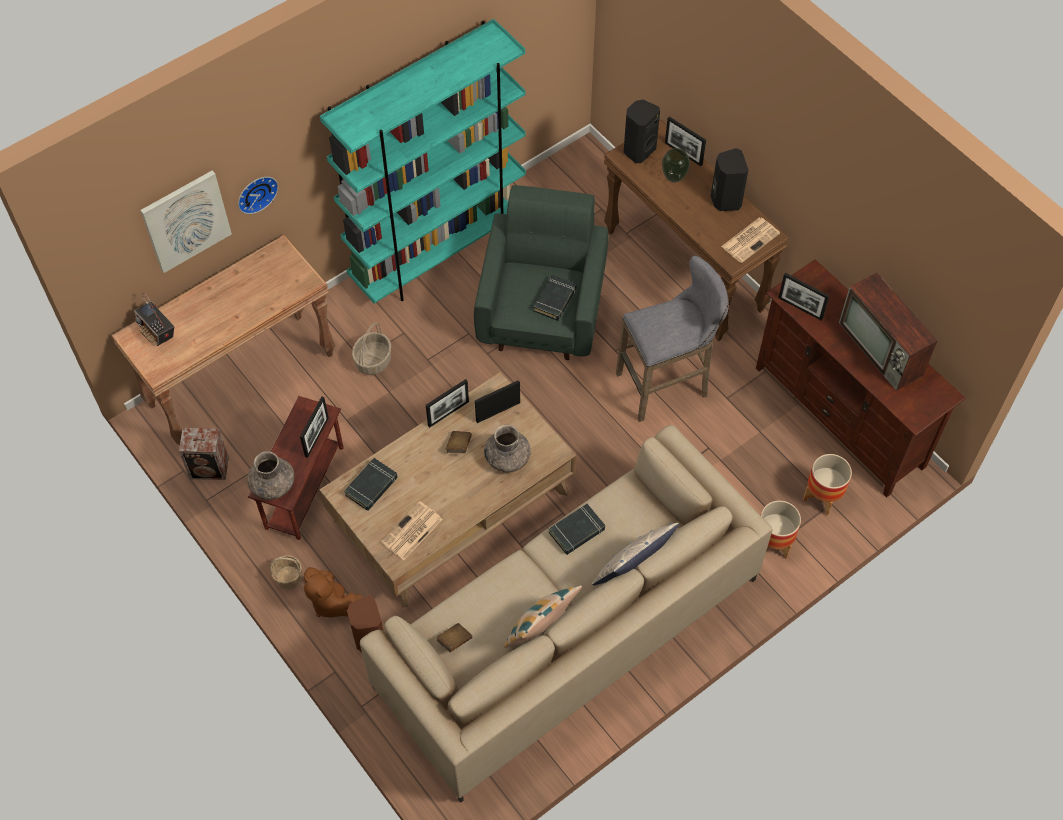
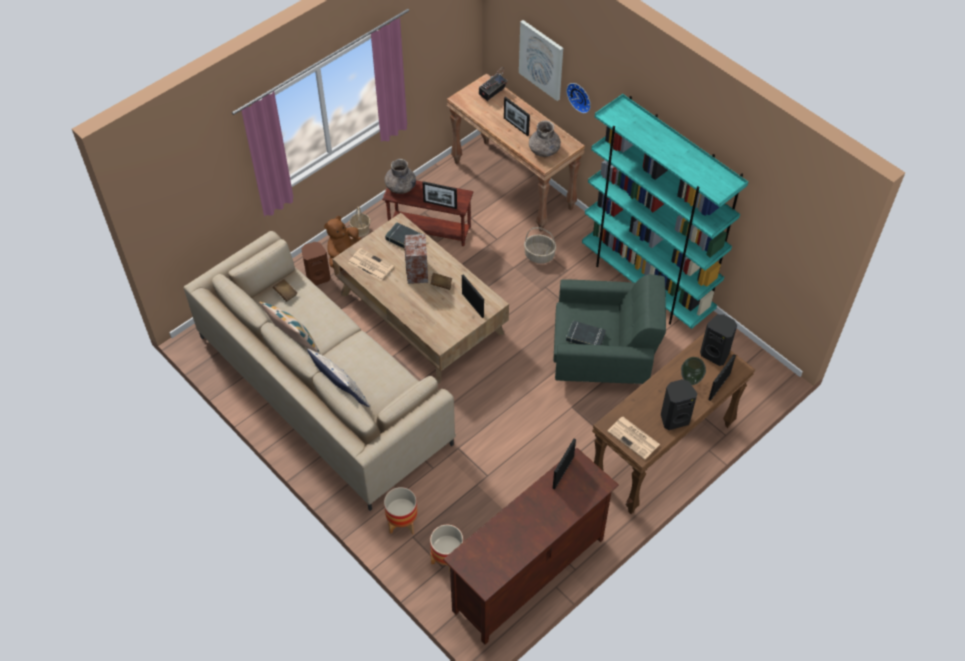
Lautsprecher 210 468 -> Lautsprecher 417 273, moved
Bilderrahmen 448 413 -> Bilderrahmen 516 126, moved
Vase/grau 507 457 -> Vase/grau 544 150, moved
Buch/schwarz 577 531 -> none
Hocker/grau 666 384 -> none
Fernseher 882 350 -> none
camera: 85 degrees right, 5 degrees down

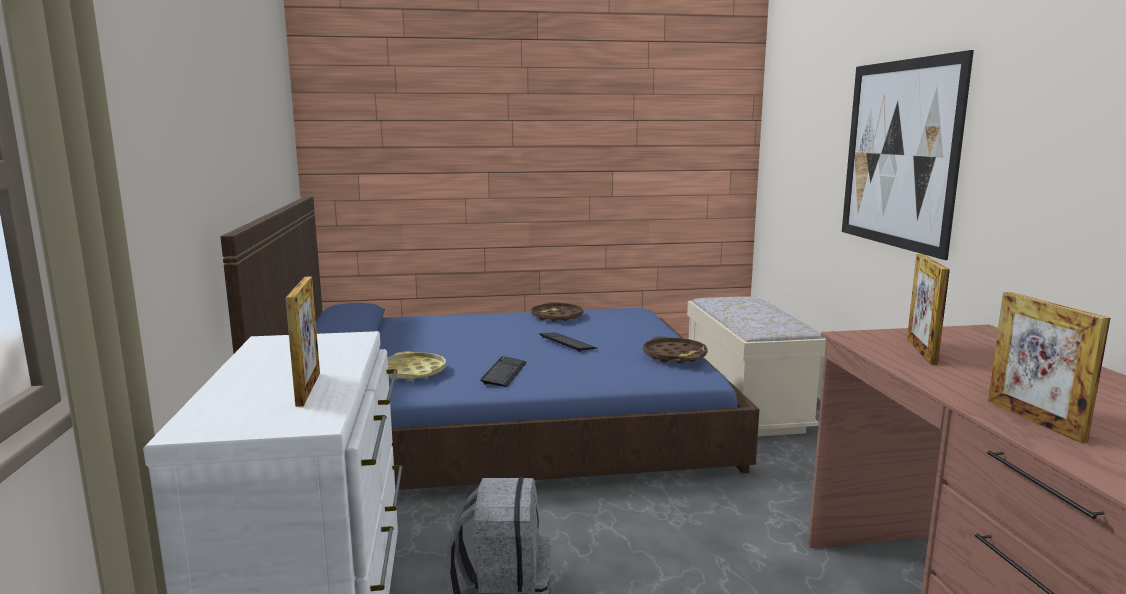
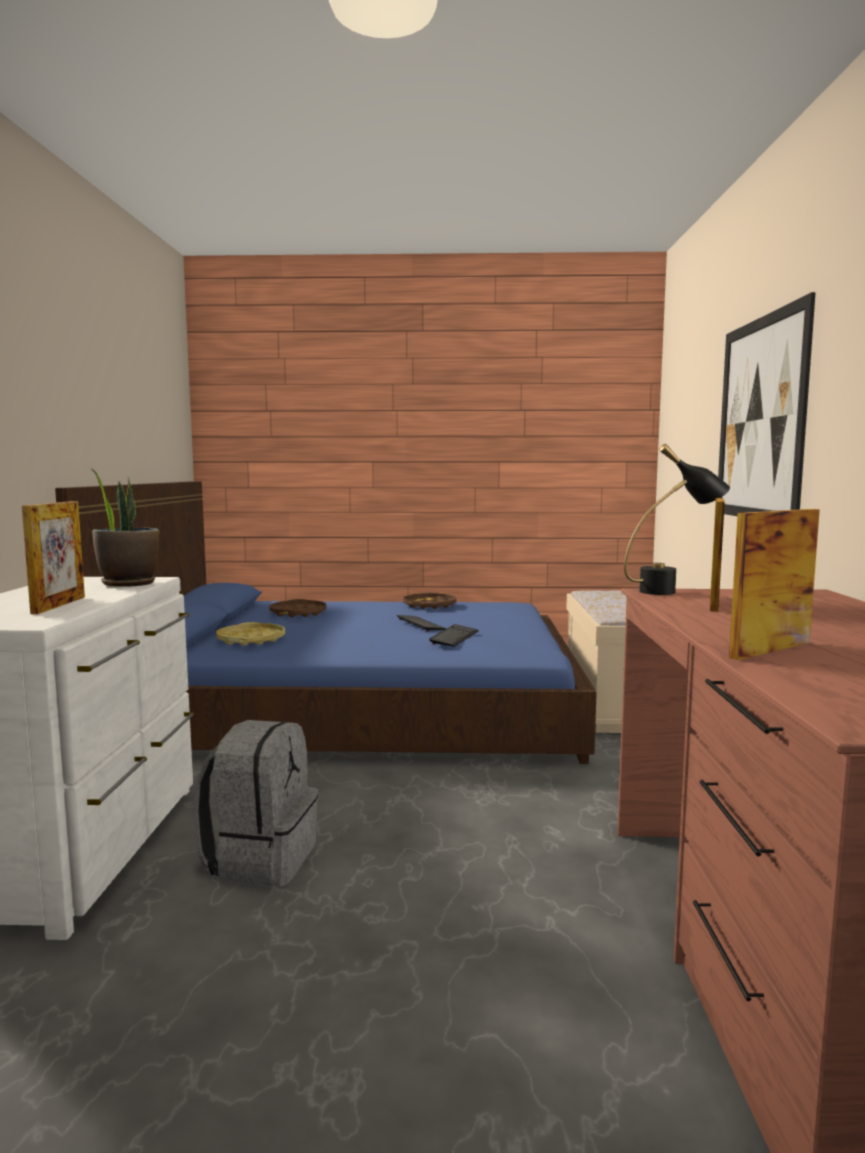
Tastatur 504 373 -> Tastatur 454 637, moved
Tablett/braun 674 356 -> Tablett/braun 298 613, moved
Bilderrahmen 1034 420 -> Bilderrahmen 770 650, 60 degrees clockwise
none -> Topfpflanze 128 584
none -> Tischlampe/schwarz 672 591
camera: 10 degrees right, 5 degrees down

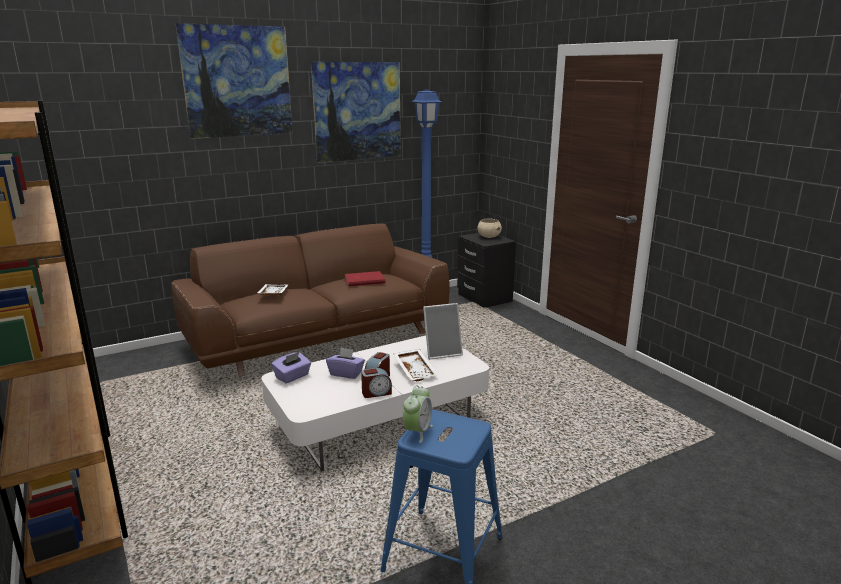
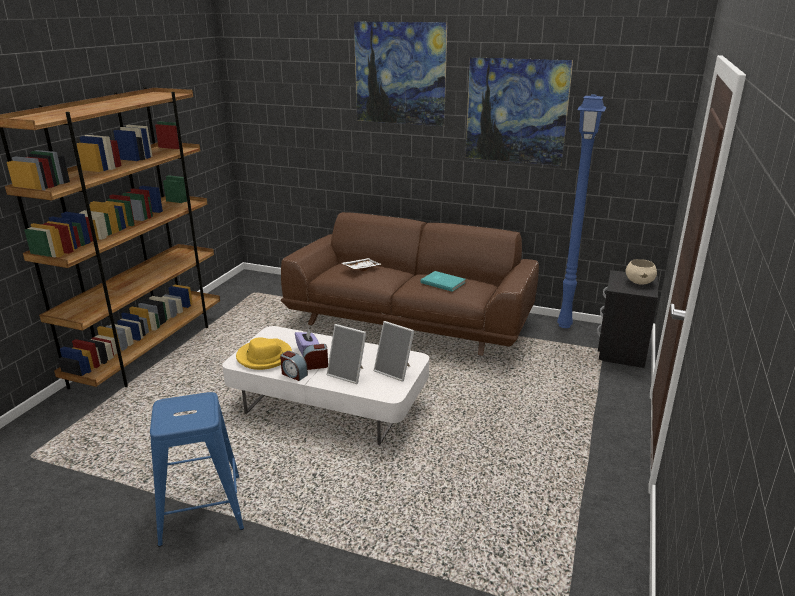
Taschentuchbox/lila 292 376 -> none
Buch/rot 363 280 -> Buch/türkis 443 282
Tablett/weiß 416 370 -> Bilderrahmen 348 374
Wecker 417 432 -> none
none -> Hut/gelb 264 356
camera: 50 degrees right, 5 degrees up

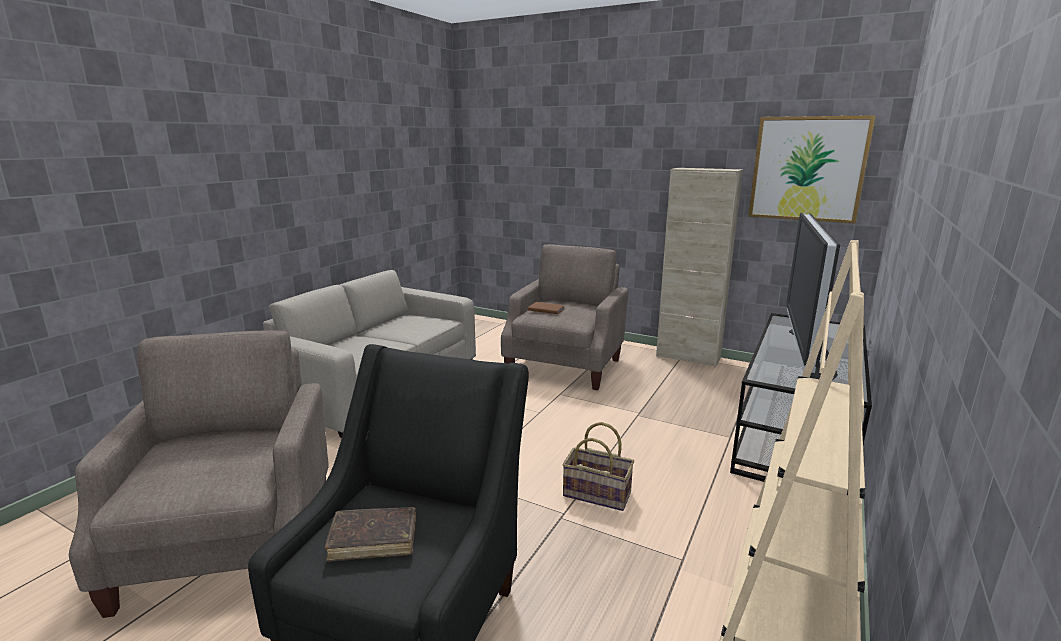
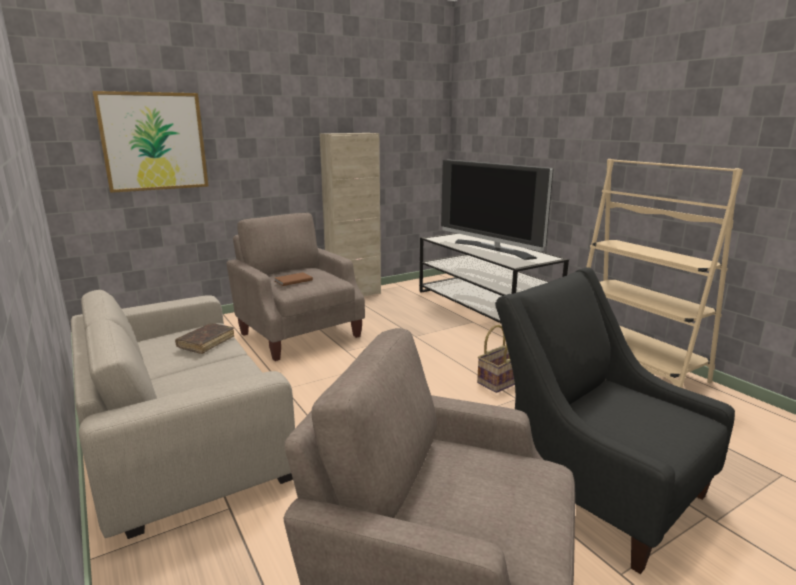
Buch/braun 373 540 -> Buch/braun 206 343, moved
Bild 807 169 -> Bild 154 141, moved
camera: 60 degrees left, 0 degrees up

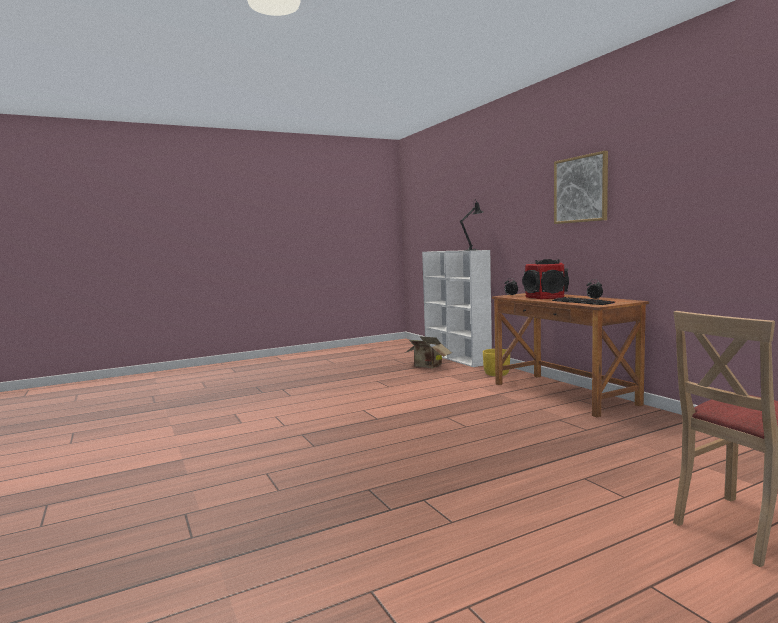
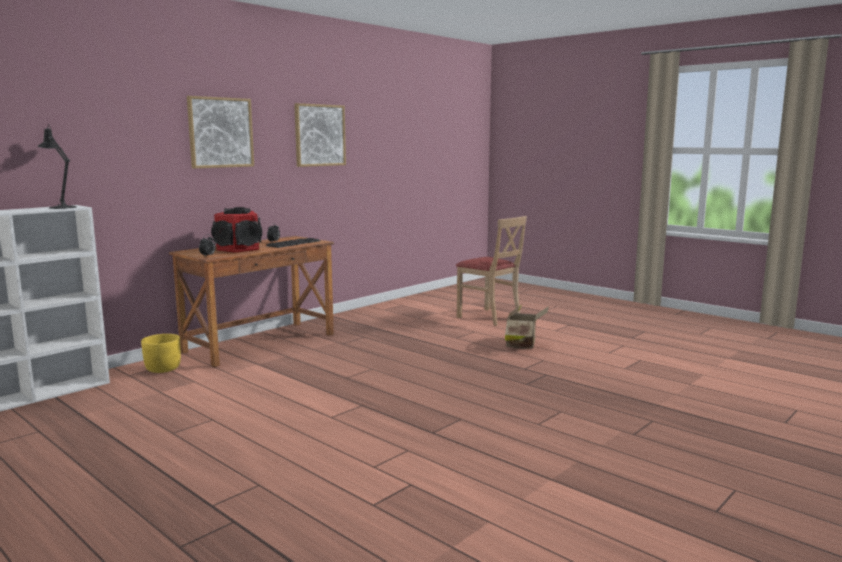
Karton 427 366 -> Karton 523 344, moved
none -> Bild 319 135
camera: 110 degrees left, 5 degrees up

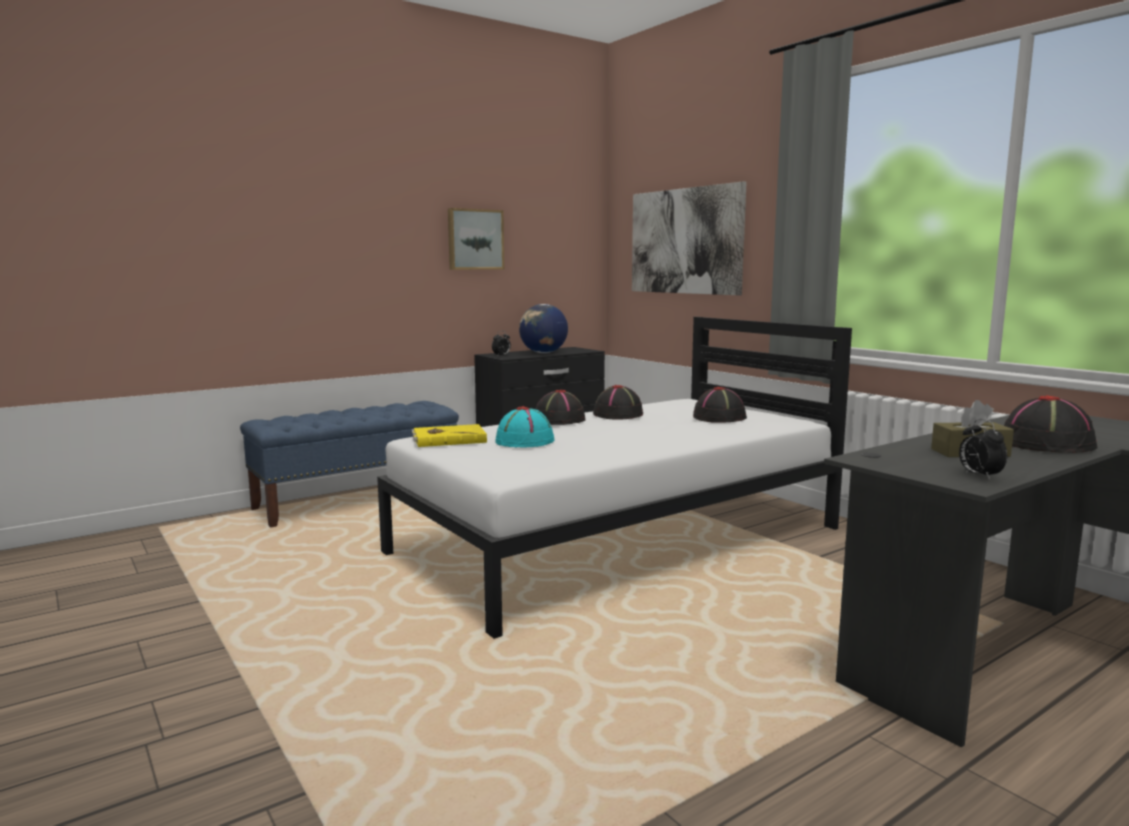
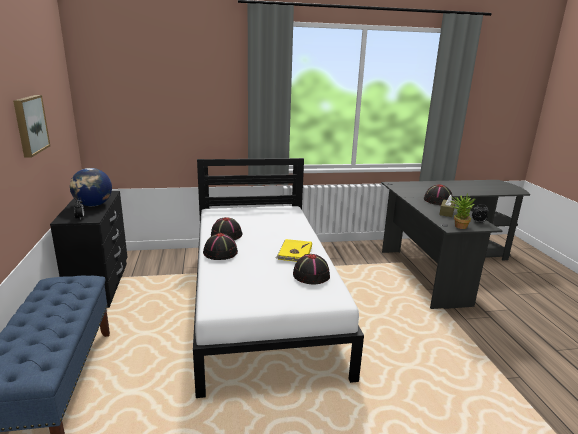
Buch/gelb 448 439 -> Buch/gelb 294 252, moved
Hut/türkis 525 441 -> none
Bild 685 241 -> none
Hut/schwarz 719 417 -> Hut/schwarz 311 275, moved
none -> Topfpflanze 458 226
camera: 65 degrees left, 10 degrees up

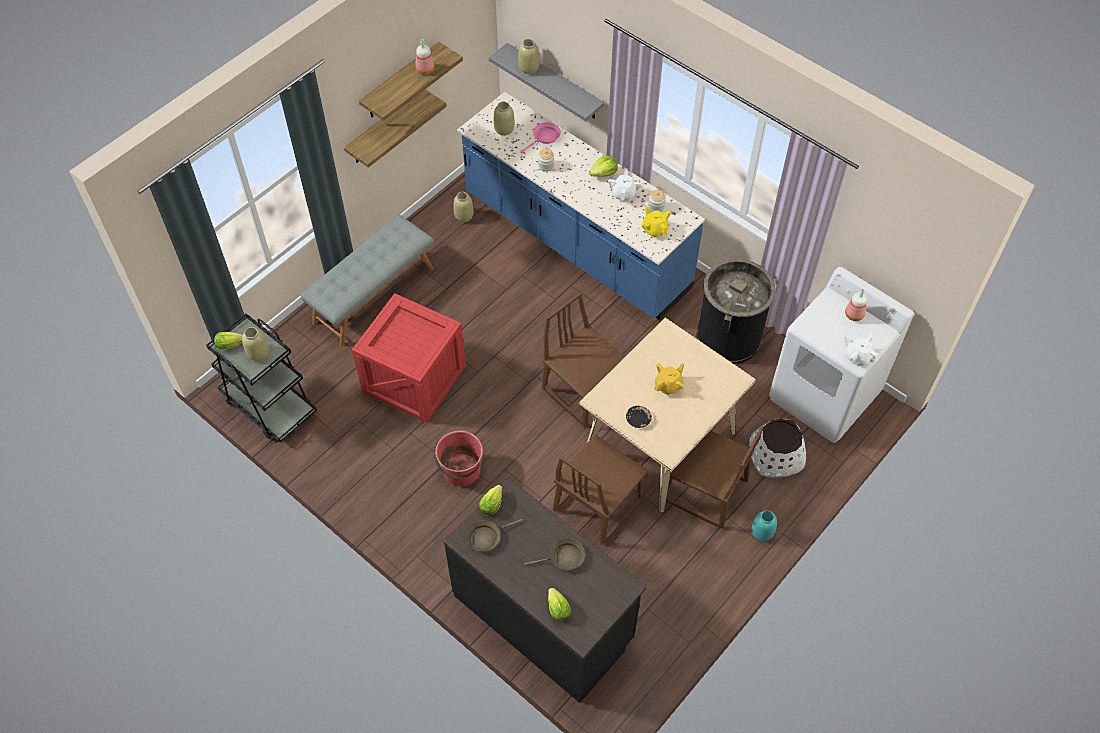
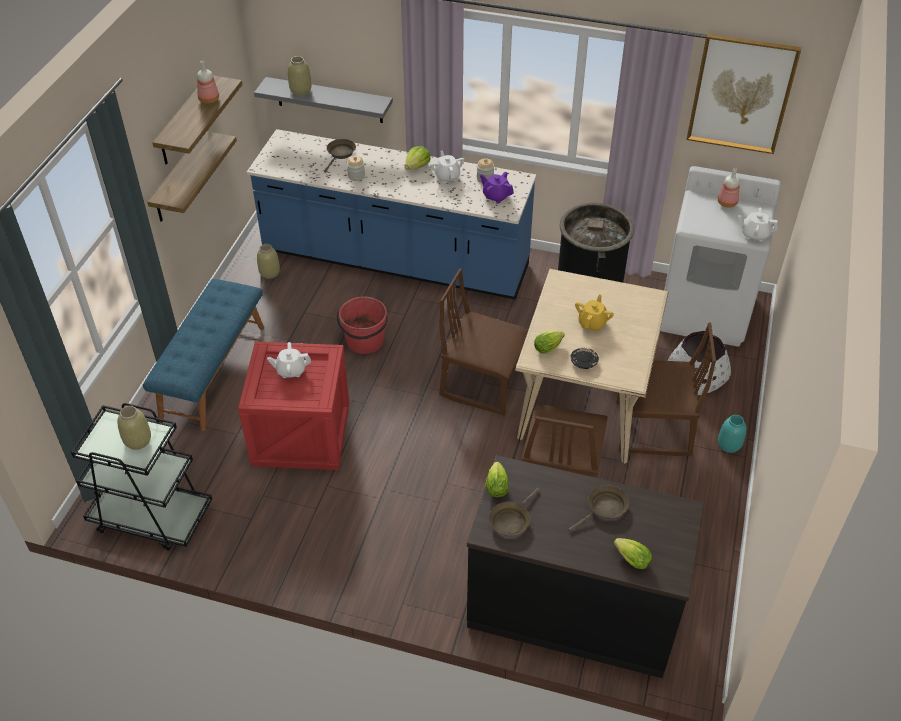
Salatkopf 231 344 -> Salatkopf 549 347, moved
Bank/grau 373 295 -> Bank/blau 212 371
Eimer/rot 461 470 -> Eimer/rot 365 341, moved
Vase/beige 504 129 -> none
Pfanne/rosa 545 137 -> Pfanne/braun 340 154
Teekanne/gelb 654 229 -> Teekanne/lila 496 196
none -> Teekanne/weiß 291 370
none -> Bild 741 94
camera: 25 degrees left, 10 degrees down

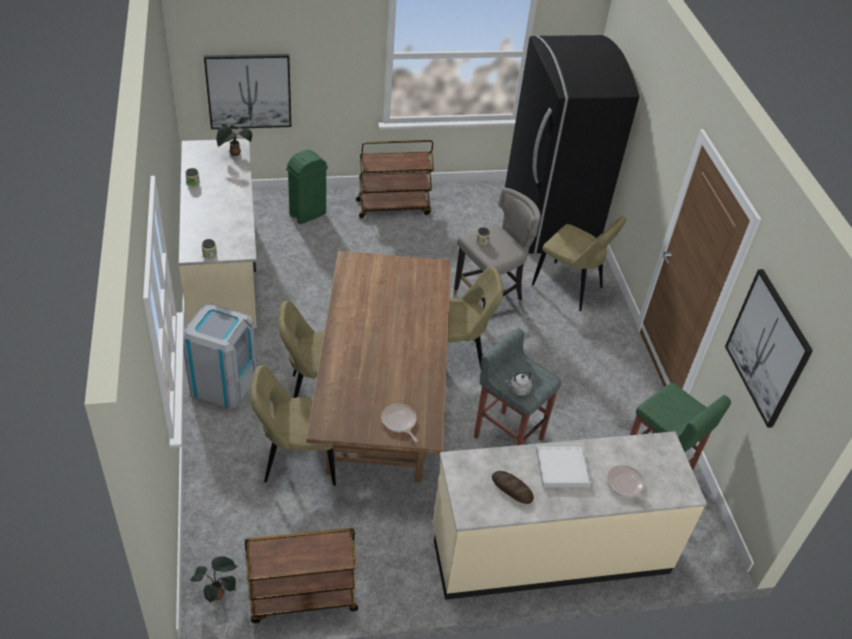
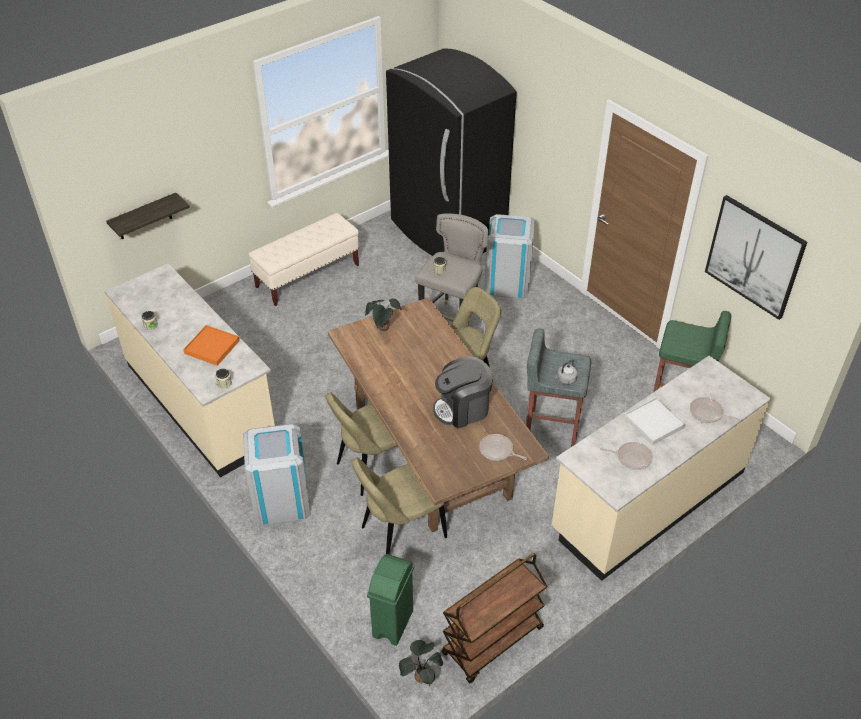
Bild 249 91 -> Wandregal 144 217
Topfpflanze 234 154 -> Topfpflanze 383 329, moved
Mülleimer/grün 307 214 -> Mülleimer/grün 392 624, moved
Rollwagen/braun 393 207 -> Bank/beige 308 276
Brot 512 489 -> Pfanne 631 457
Stuhl/beige 570 288 -> Mülleimer/grau 507 283
none -> Tablett/orange 212 347
none -> Kaffeemaschine 462 409
camera: 25 degrees left, 0 degrees up

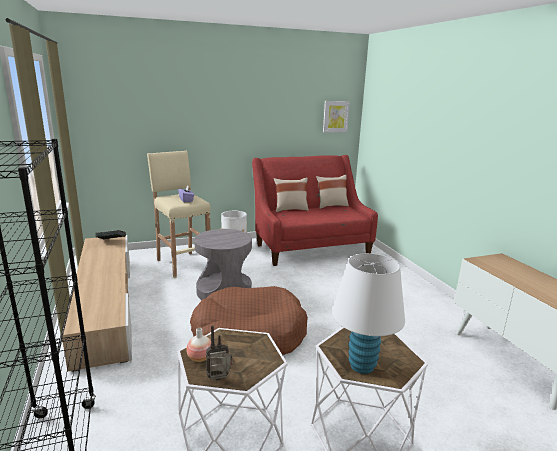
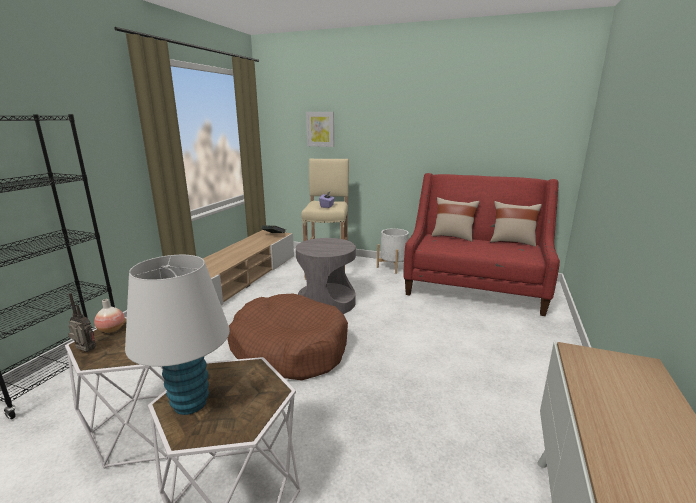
Bild 335 116 -> Bild 320 129, moved
camera: 40 degrees right, 0 degrees up

